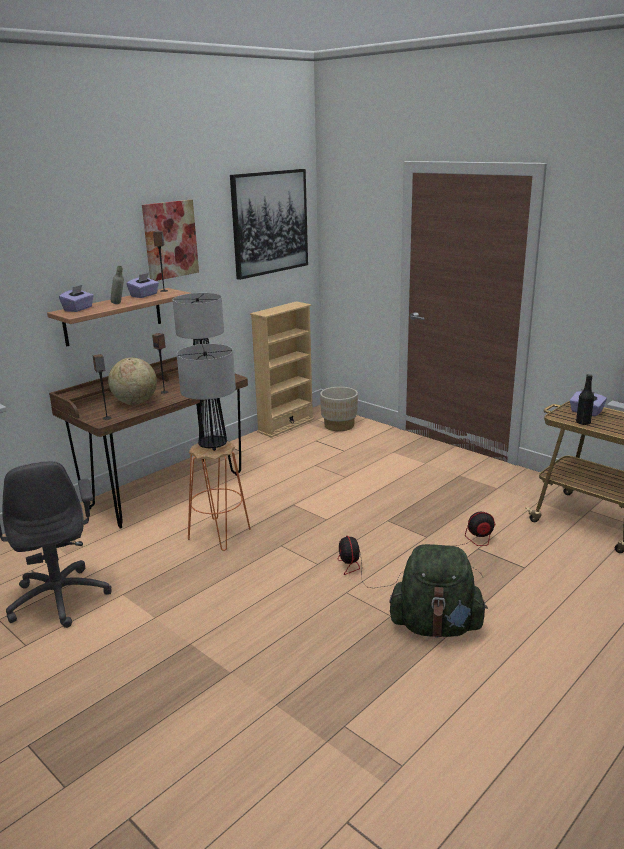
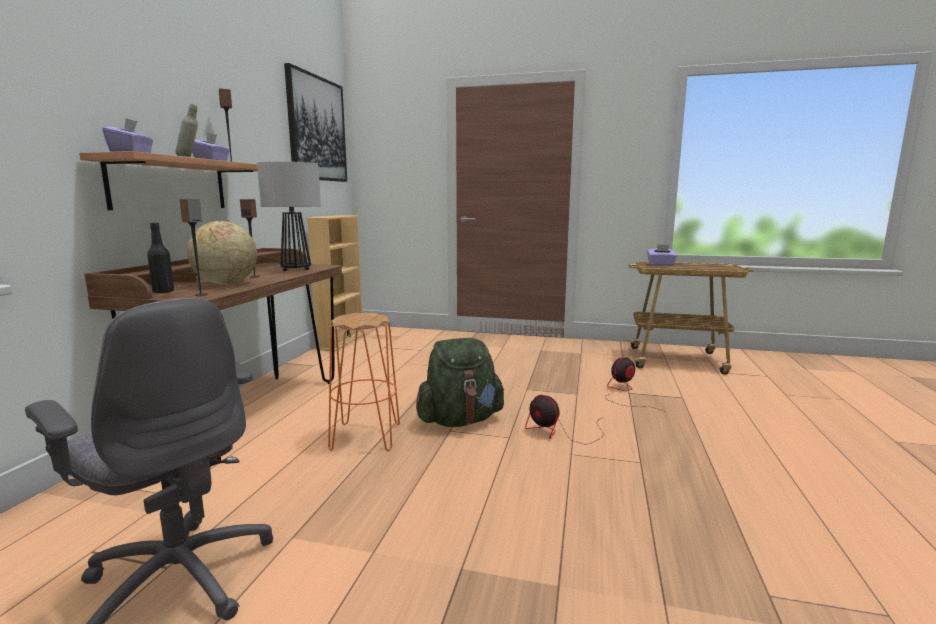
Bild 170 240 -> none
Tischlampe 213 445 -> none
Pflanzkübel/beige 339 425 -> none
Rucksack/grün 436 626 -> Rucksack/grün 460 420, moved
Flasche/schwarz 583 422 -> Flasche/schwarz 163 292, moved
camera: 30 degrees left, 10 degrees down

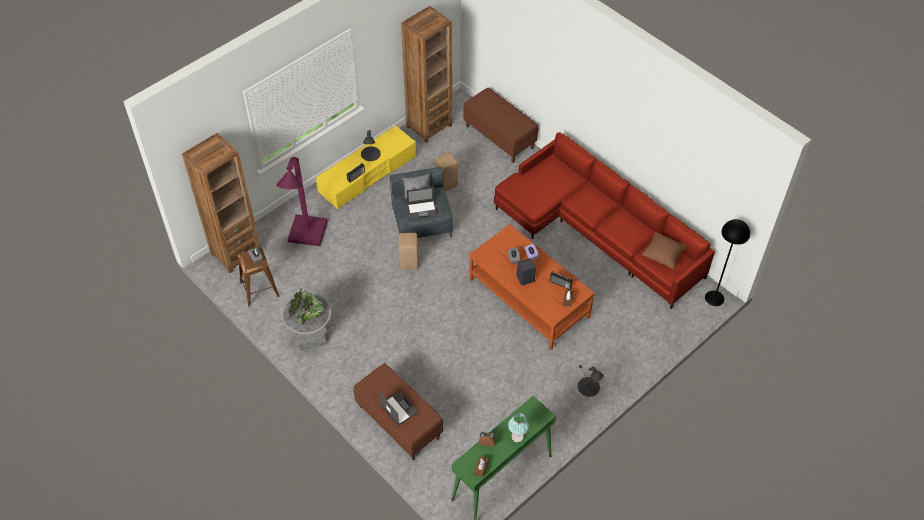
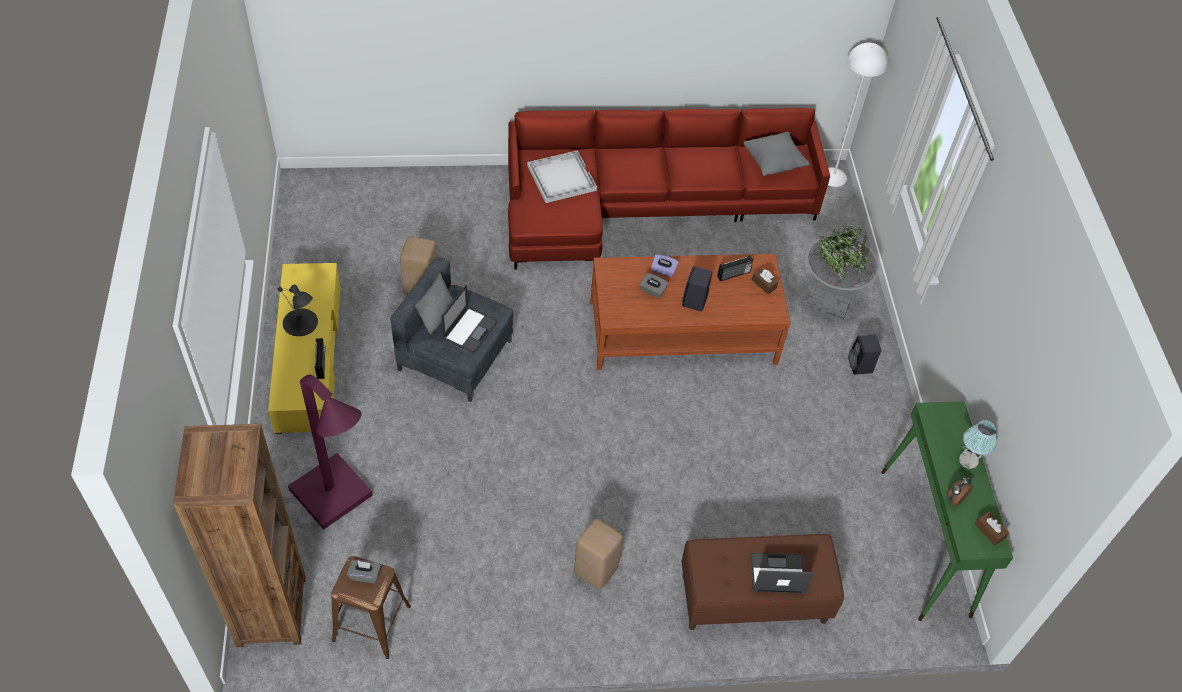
Pflanzkübel/grau 310 336 -> Pflanzkübel/grau 829 302, moved
Hocker/beige 409 263 -> Hocker/beige 596 571, moved
Bücherregal/braun 429 126 -> none
Bank/braun 500 137 -> none
Tischlampe/schwarz 588 387 -> Lautsprecher/schwarz 860 366
Kissen/braun 663 256 -> Kissen/grau 773 163
Stehlampe/schwarz 714 298 -> Stehlampe/weiß 833 177
none -> Tablett/weiß 561 177
camera: 55 degrees left, 0 degrees up

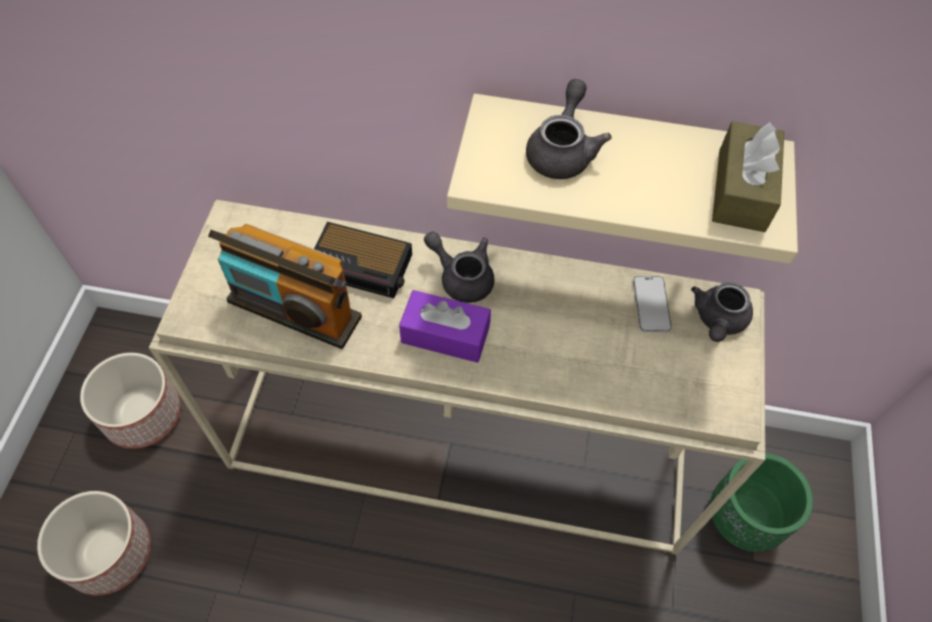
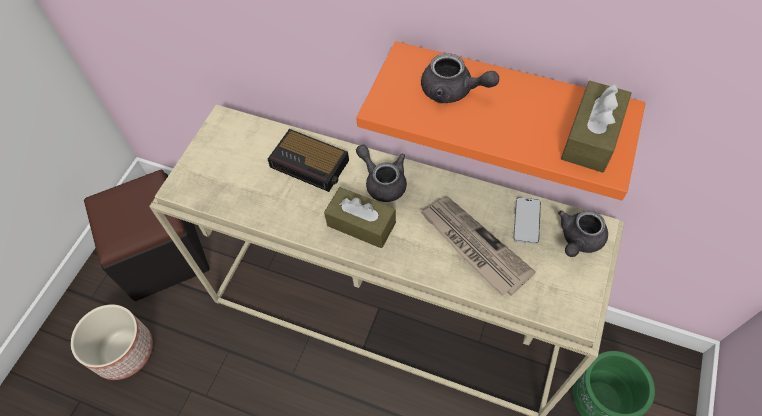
Pflanzkübel 142 414 -> Polsterhocker/schwarz 163 255
Radio 294 310 -> none
Taschentuchbox/lila 445 335 -> Taschentuchbox/braun 361 224
Wandregal/beige 620 157 -> Wandregal/orange 508 101
Teekanne/grau 562 151 -> Teekanne/grau 453 91, 90 degrees clockwise
none -> Zeitung 473 246
camera: 15 degrees right, 0 degrees up

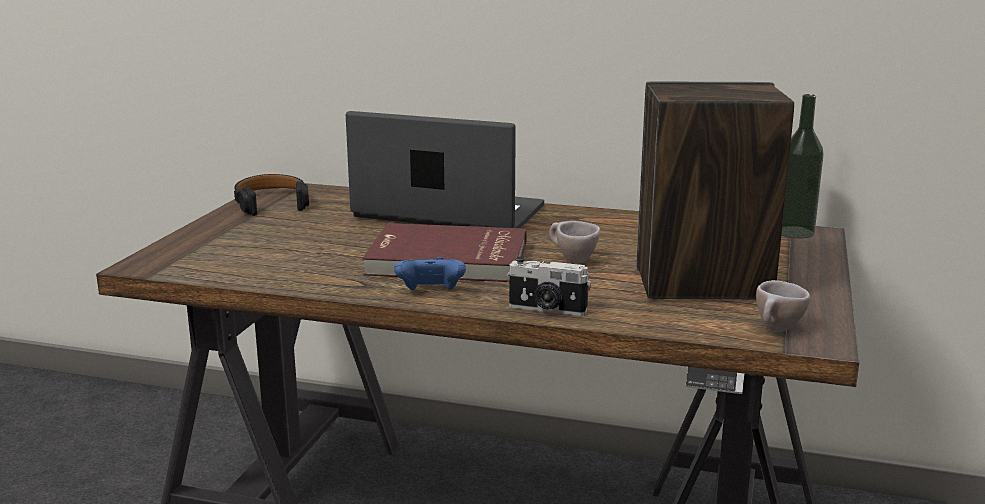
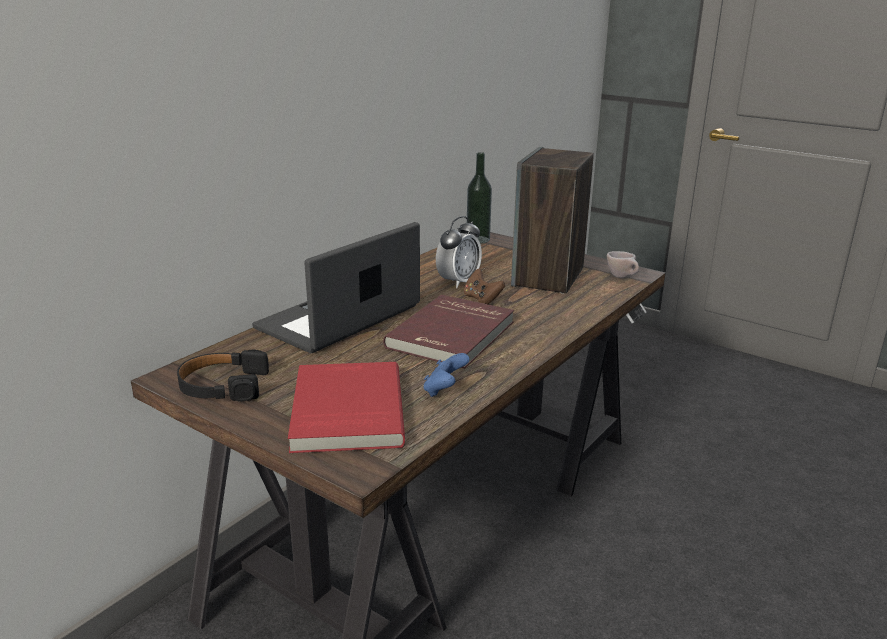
Gamepad/blau 431 293 -> Gamepad/blau 444 390, moved
Kamera 547 309 -> none
Tasse/beige 571 260 -> Gamepad/braun 482 299
none -> Buch/rot 345 411
none -> Wecker 458 282
camera: 70 degrees left, 5 degrees up

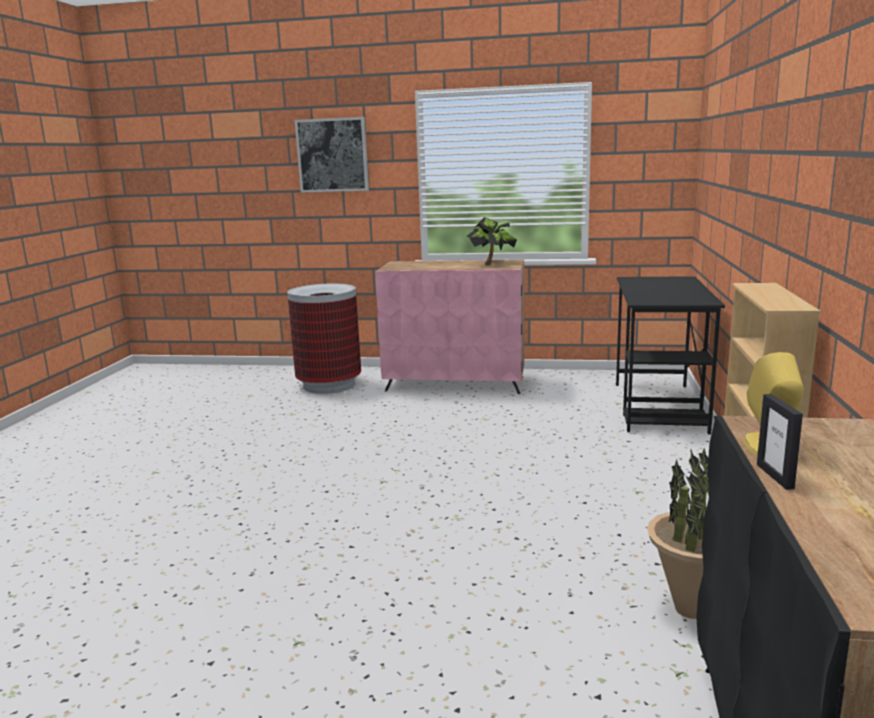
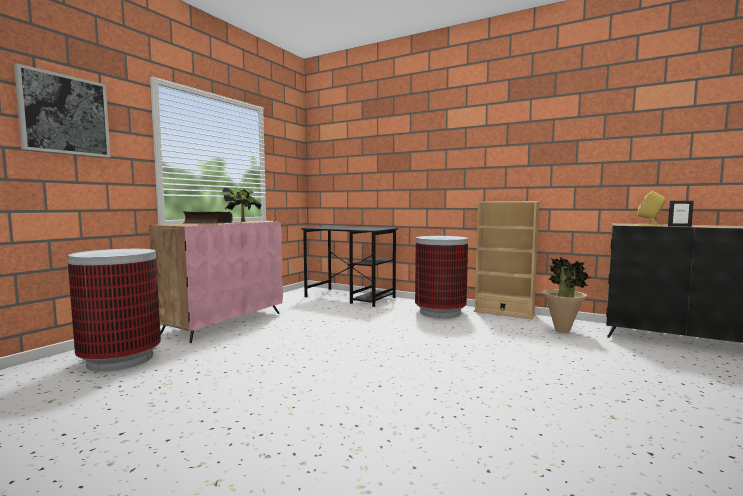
none -> Buch 207 223
none -> Mülleimer 440 312
camera: 70 degrees left, 10 degrees down

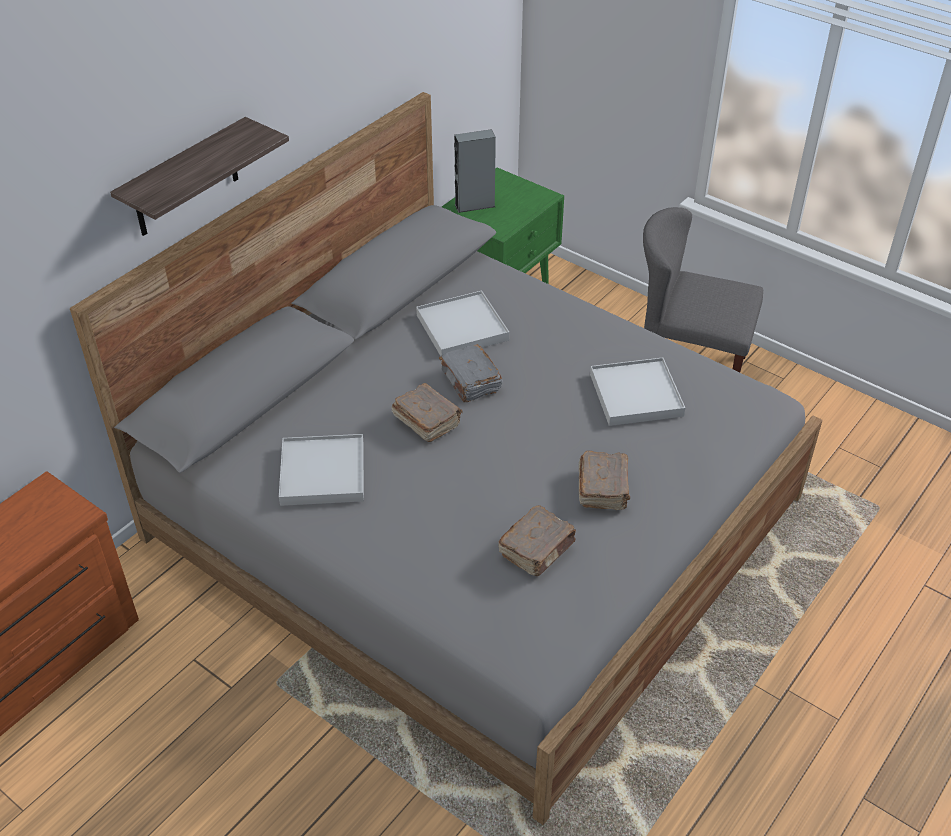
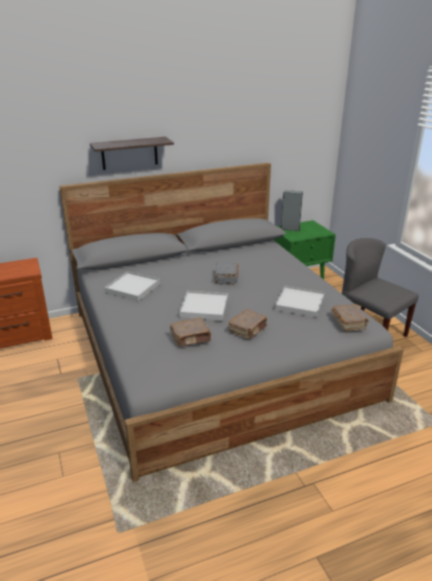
Buch/braun 426 421 -> Buch/braun 347 323, moved
Tablett/weiß 462 328 -> Tablett/weiß 204 308, moved
camera: 30 degrees right, 15 degrees down

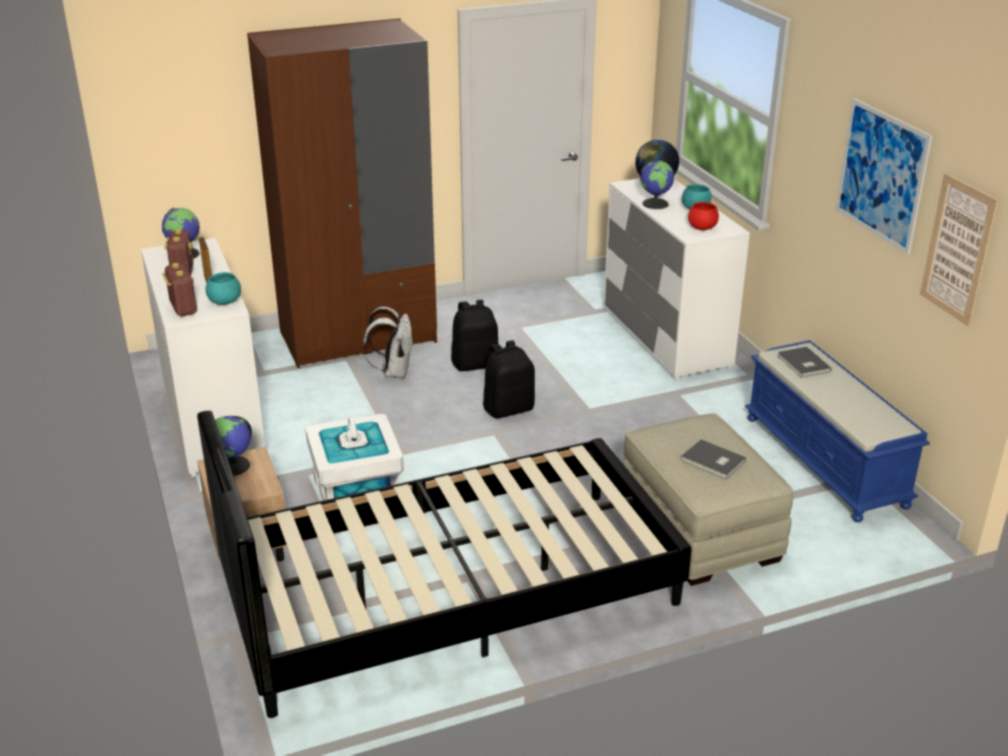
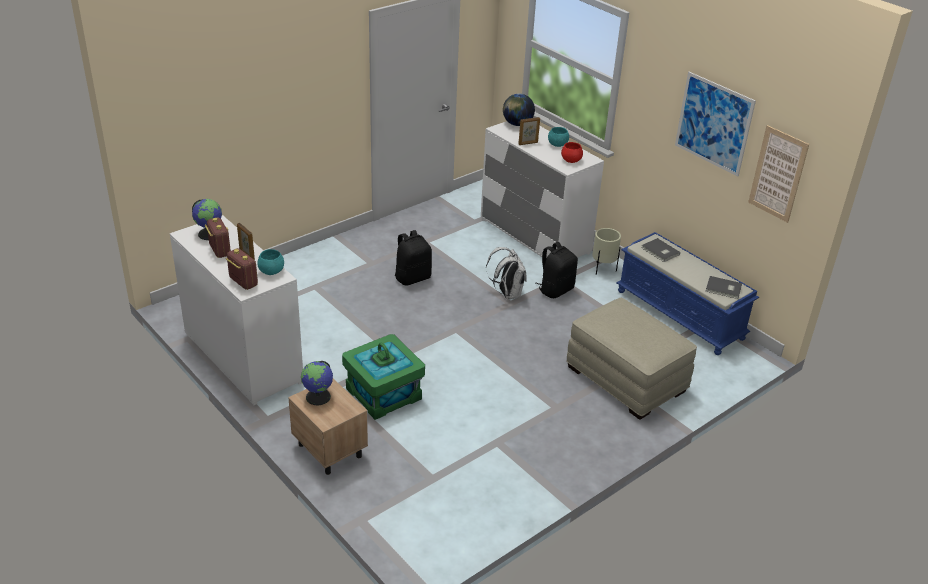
Bett/schwarz 451 594 -> none
Kleiderschrank/braun 358 337 -> none
Aufbewahrungsbox/weiß 356 491 -> Aufbewahrungsbox/grün 383 394
Rucksack/weiß 393 372 -> Rucksack/weiß 507 293, moved
Rucksack/schwarz 508 409 -> Rucksack/schwarz 555 290, moved
Globus 655 203 -> Bilderrahmen 528 143
Buch/grau 713 462 -> Buch/grau 724 289, moved
none -> Pflanzkübel/beige 603 269
camera: 20 degrees left, 5 degrees up

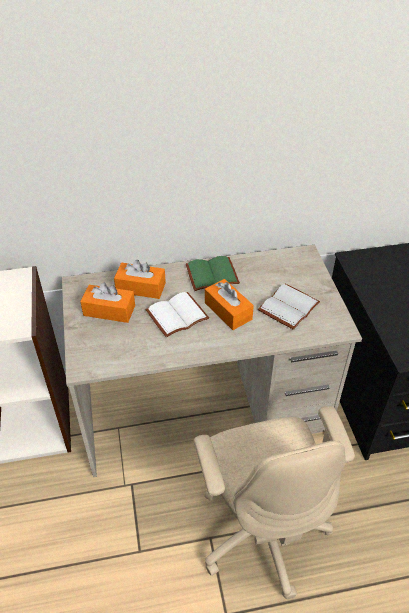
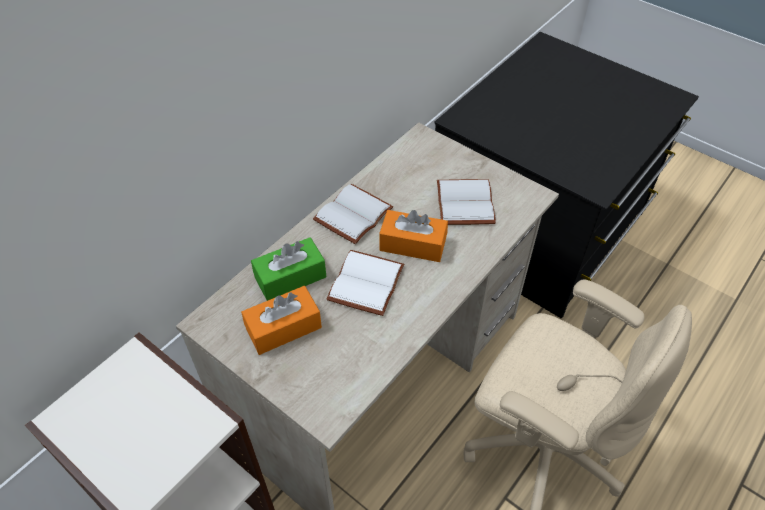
Taschentuchbox/orange 141 287 -> Taschentuchbox/grün 290 277
Buch/grün 211 276 -> Buch/weiß 354 216
camera: 40 degrees left, 5 degrees up

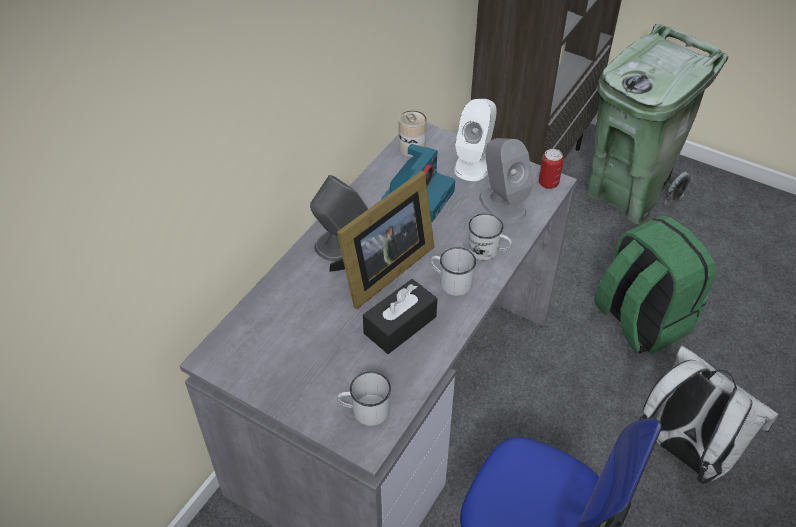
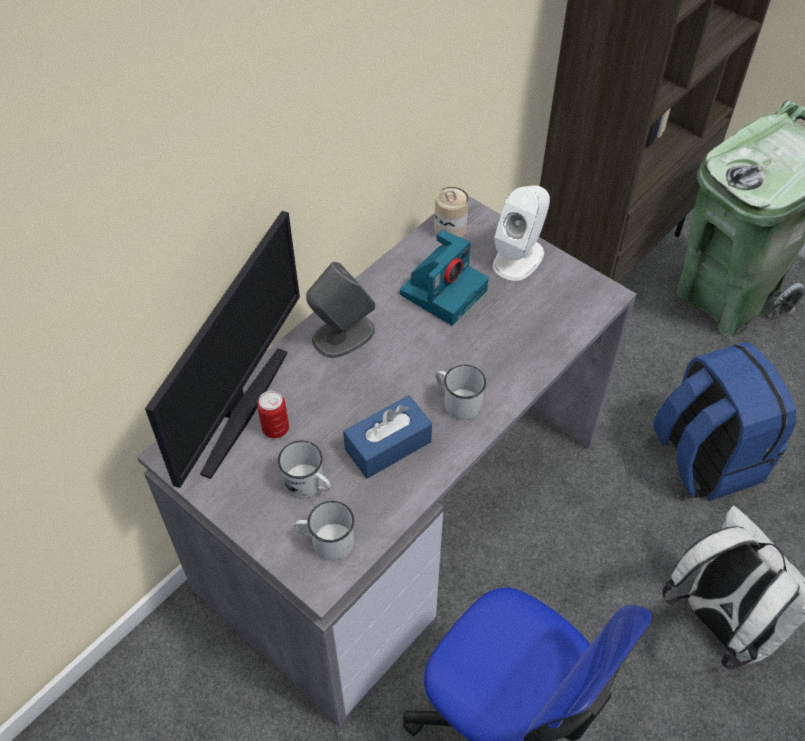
Bilderrahmen 381 271 -> none
Taschentuchbox/schwarz 400 325 -> Taschentuchbox/blau 388 445
Henkelbecher/weiß 488 251 -> Henkelbecher/weiß 309 485, moved
Lautsprecher/grau 502 204 -> none
Dose 548 183 -> Dose 275 428, moved
Rucksack/grün 639 320 -> Rucksack/blau 704 457
none -> Monitor 241 409
camera: 10 degrees right, 5 degrees up

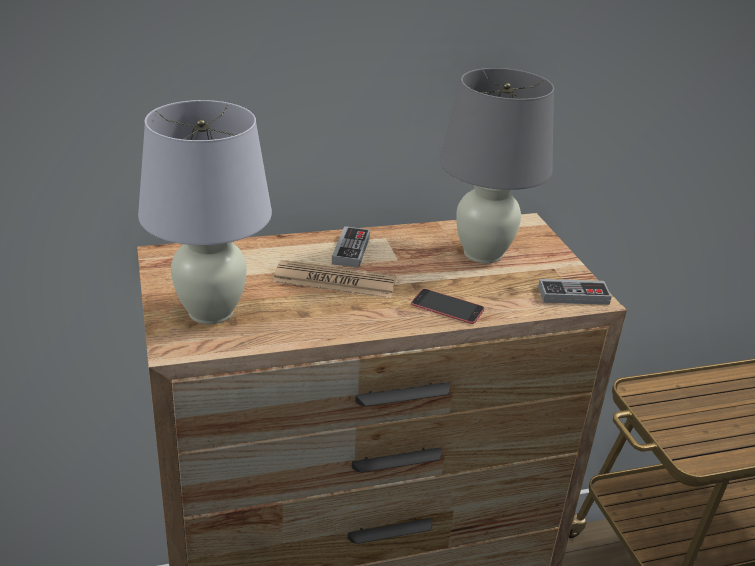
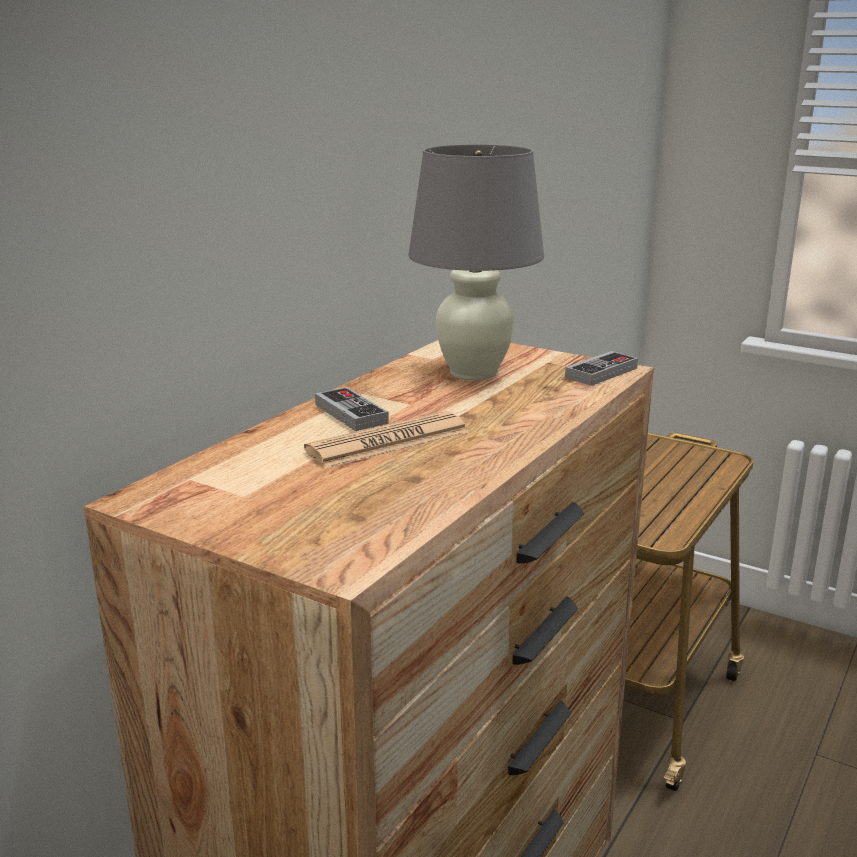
Tischlampe/weiß 212 312 -> none
Handy 447 307 -> none
camera: 40 degrees left, 10 degrees down

